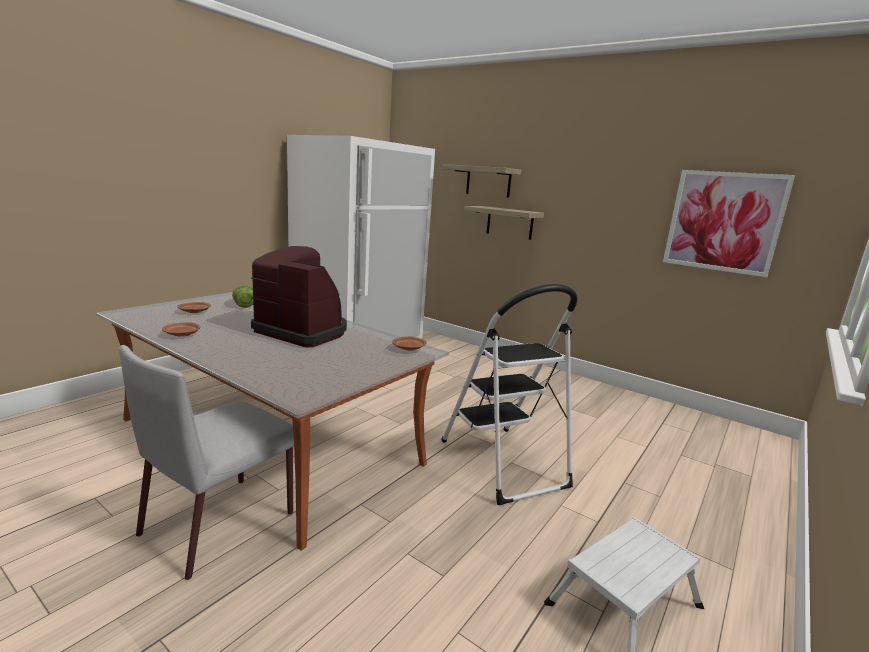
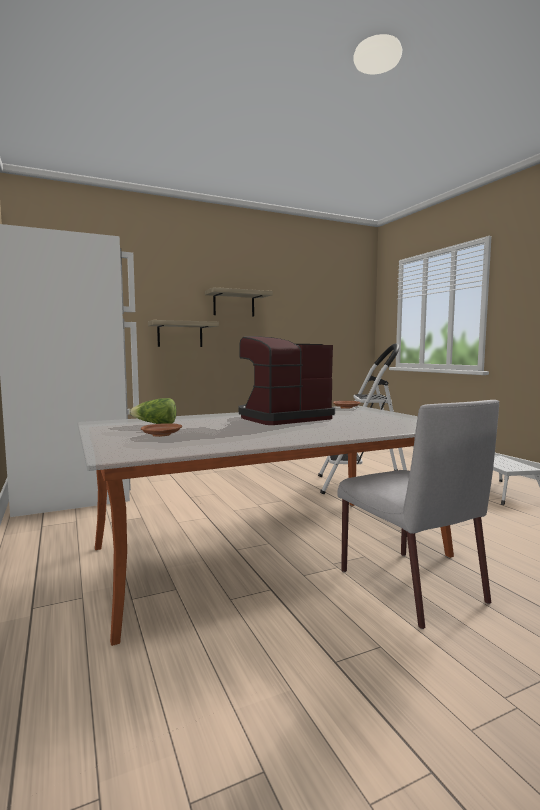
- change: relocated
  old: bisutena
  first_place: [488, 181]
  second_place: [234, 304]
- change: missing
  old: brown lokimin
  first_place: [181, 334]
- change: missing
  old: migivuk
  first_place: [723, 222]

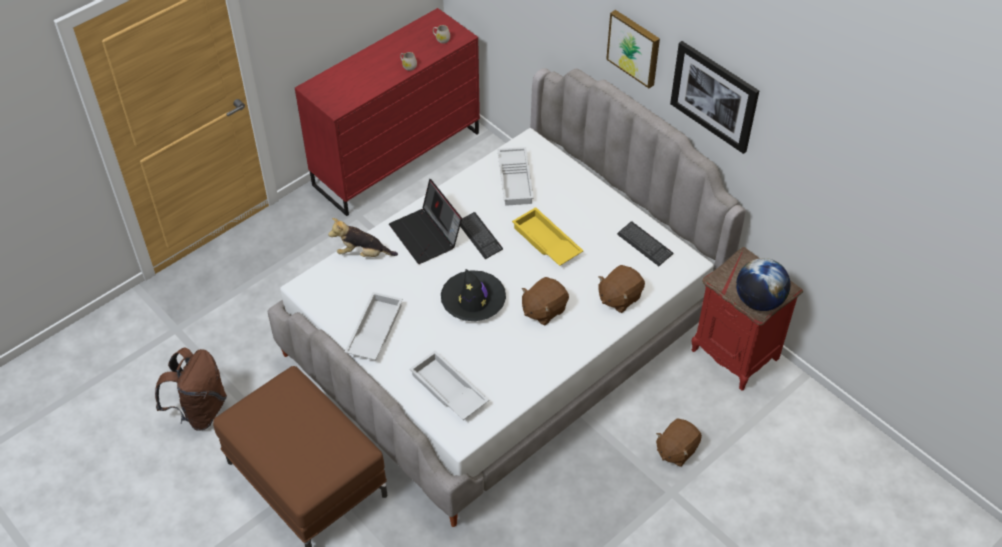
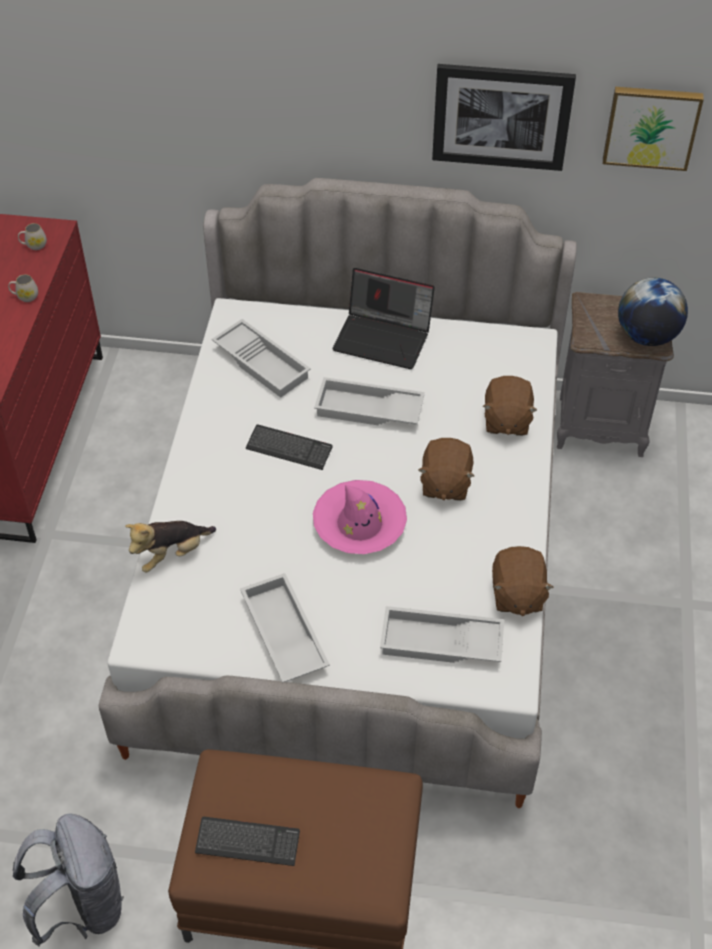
- change: colour
  old: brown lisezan
  new: grey lisezan
  first_place: [200, 411]
  second_place: [82, 905]
- change: relocated
  old: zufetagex
  first_place: [644, 244]
  second_place: [248, 842]
- change: colour
  old: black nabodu
  new: pink nabodu
  first_place: [473, 301]
  second_place: [359, 524]
- change: colour
  old: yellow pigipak
  new: white pigipak
  first_place: [545, 242]
  second_place: [368, 410]
- change: relocated
  old: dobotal
  first_place: [426, 235]
  second_place: [384, 338]
- change: relocated
  old: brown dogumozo
  first_place: [676, 450]
  second_place: [517, 594]
- change: colour
  old: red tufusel
  new: grey tufusel
  first_place: [734, 355]
  second_place: [601, 427]
- change: relocated
  old: migivuk
  first_place: [634, 47]
  second_place: [651, 126]

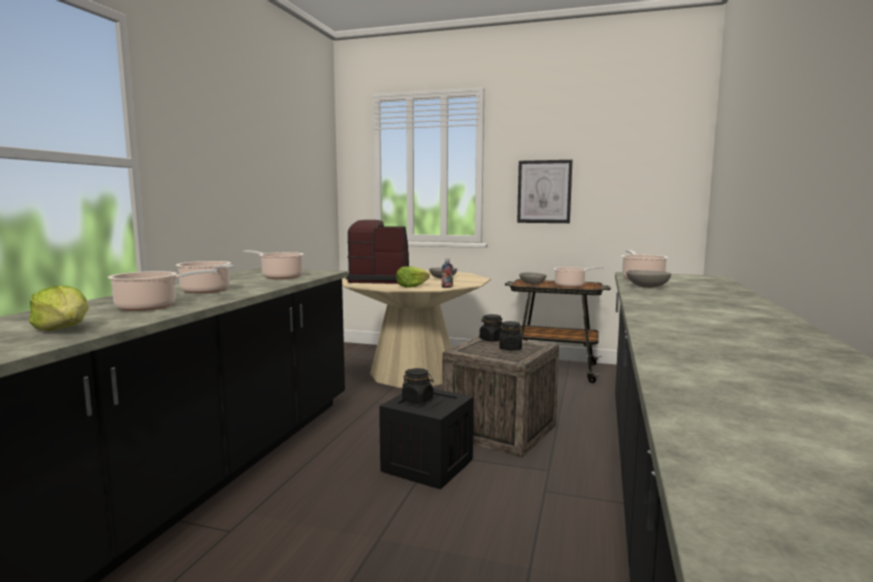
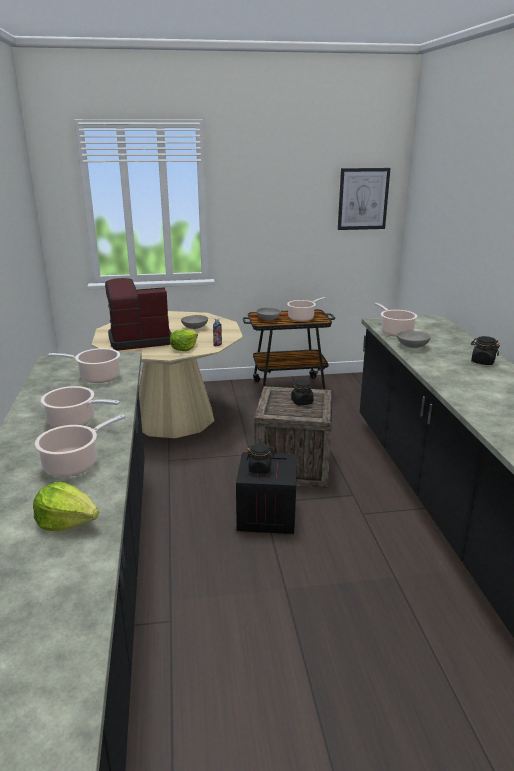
- change: relocated
  old: migivuk
  first_place: [544, 191]
  second_place: [363, 199]
- change: relocated
  old: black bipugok
  first_place: [491, 339]
  second_place: [482, 362]

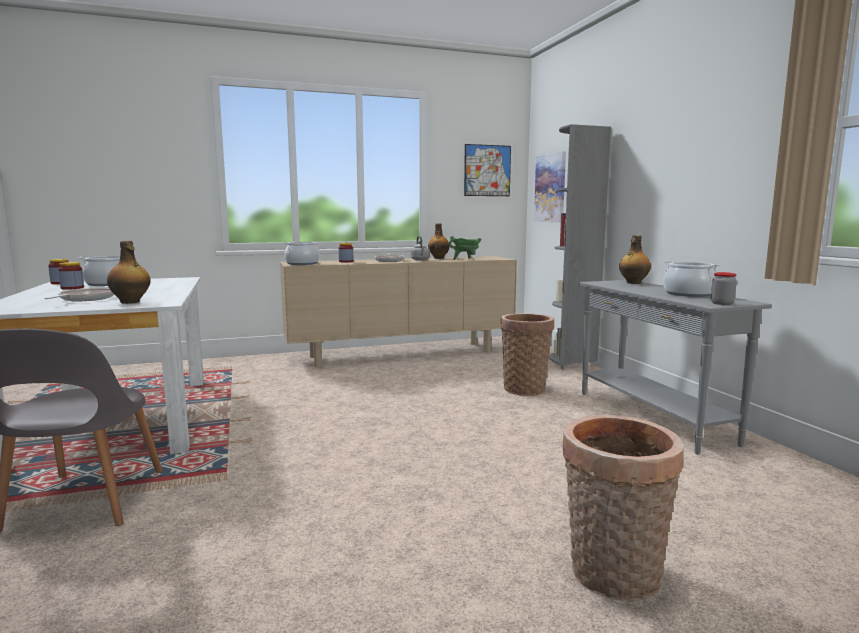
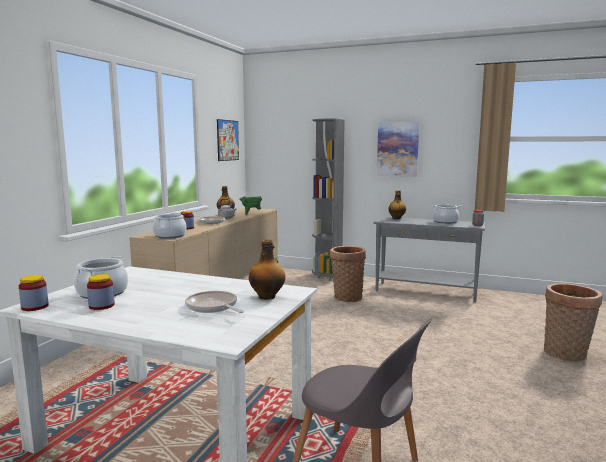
- change: relocated
  old: migivuk
  first_place: [550, 188]
  second_place: [397, 149]

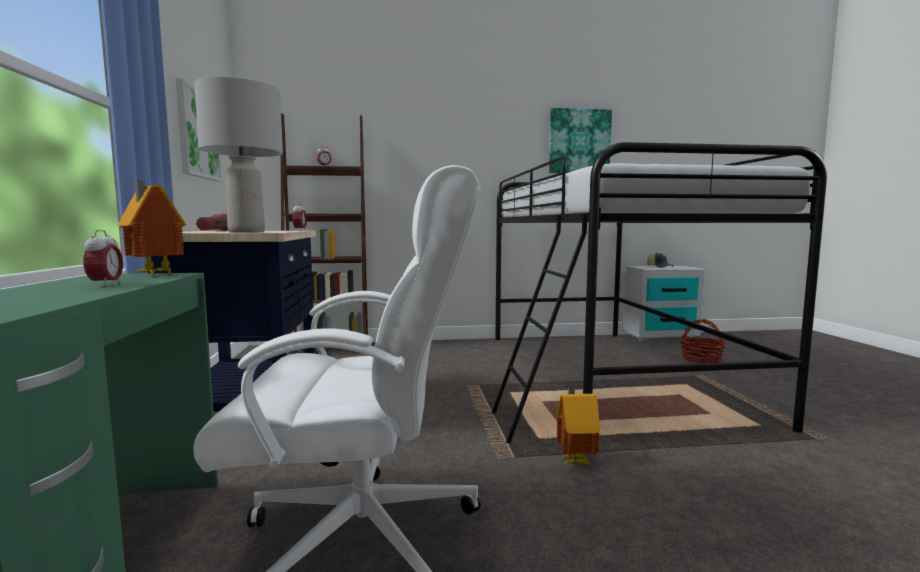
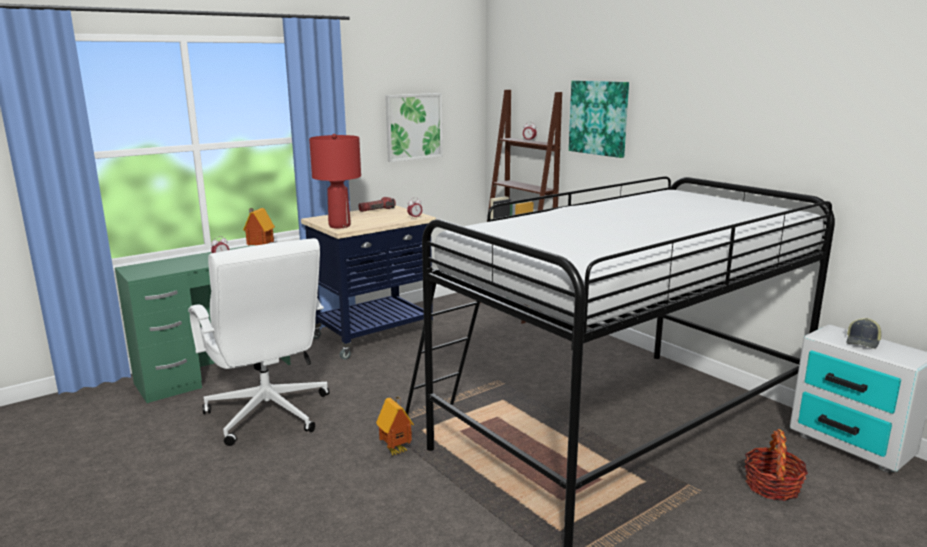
- change: colour
  old: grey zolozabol
  new: red zolozabol
  first_place: [246, 232]
  second_place: [339, 226]
- change: relocated
  old: migivuk
  first_place: [579, 141]
  second_place: [599, 118]

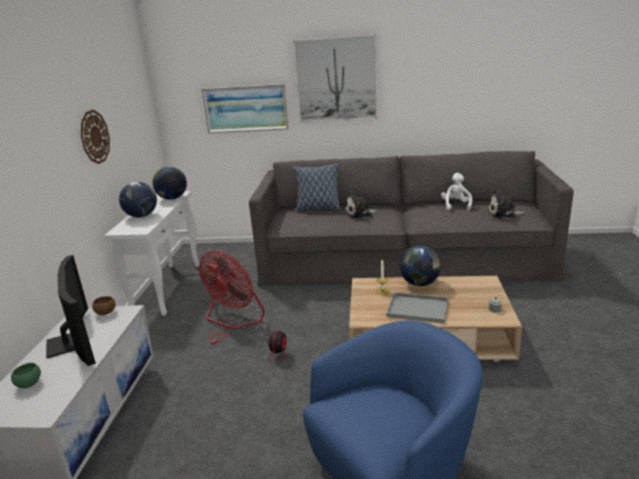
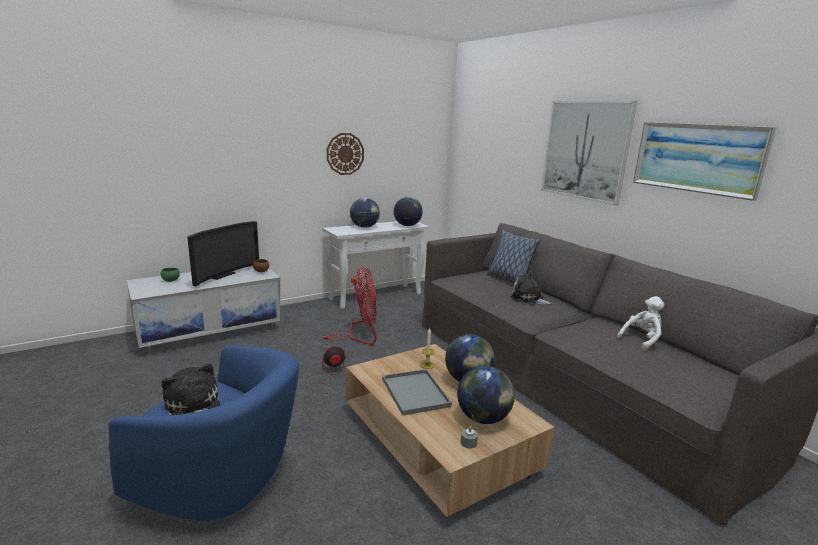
- change: relocated
  old: dogumozo
  first_place: [503, 214]
  second_place: [193, 407]
- change: appeared
  new: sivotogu
  second_place: [483, 418]
- change: relocated
  old: migivuk
  first_place: [246, 108]
  second_place: [697, 158]

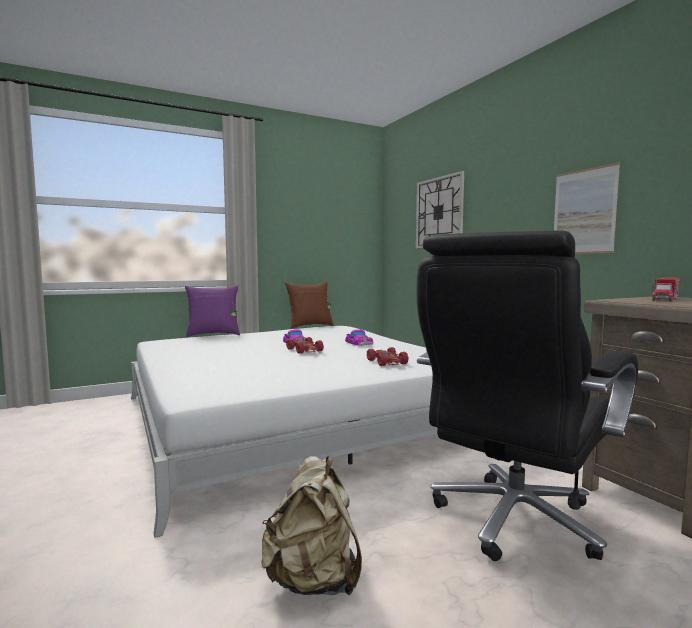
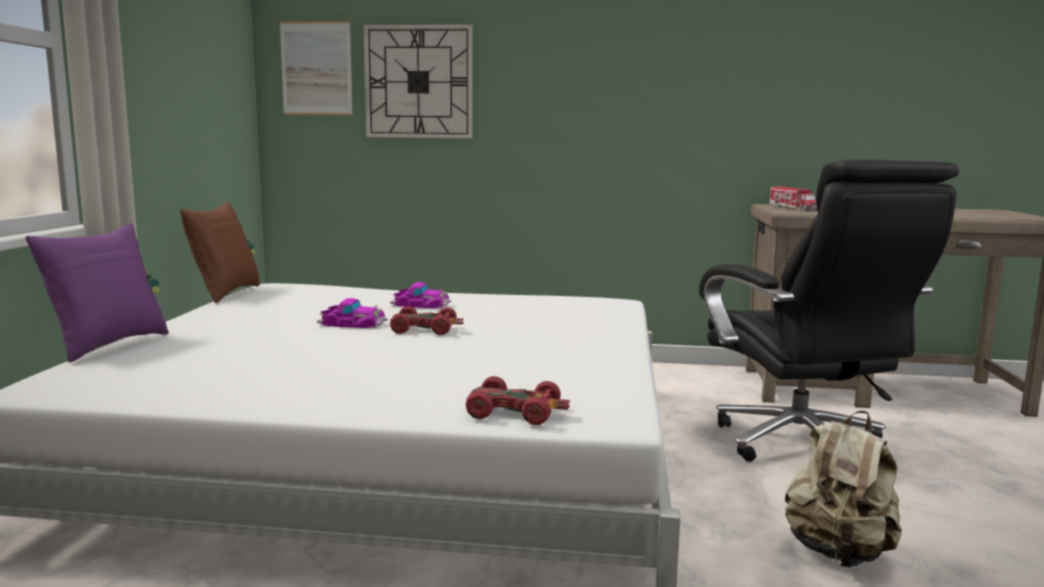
- change: relocated
  old: migivuk
  first_place: [584, 211]
  second_place: [316, 68]
- change: relocated
  old: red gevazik
  first_place: [387, 362]
  second_place: [516, 412]

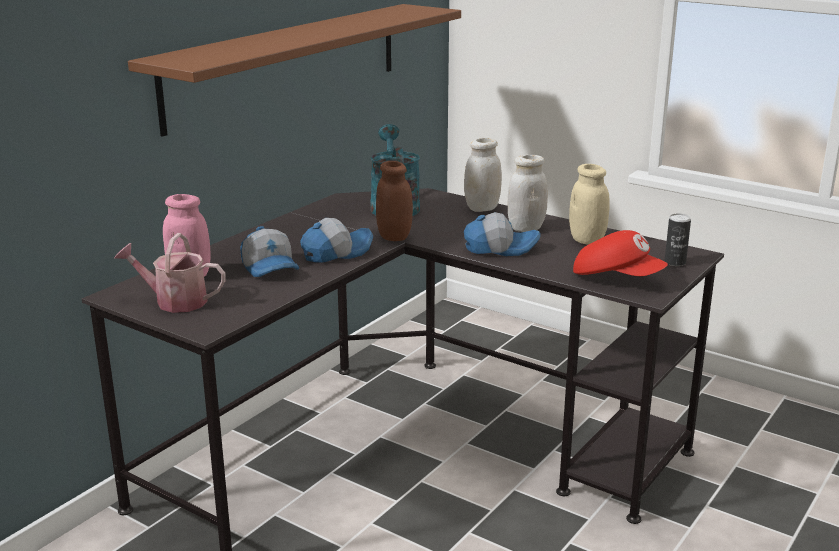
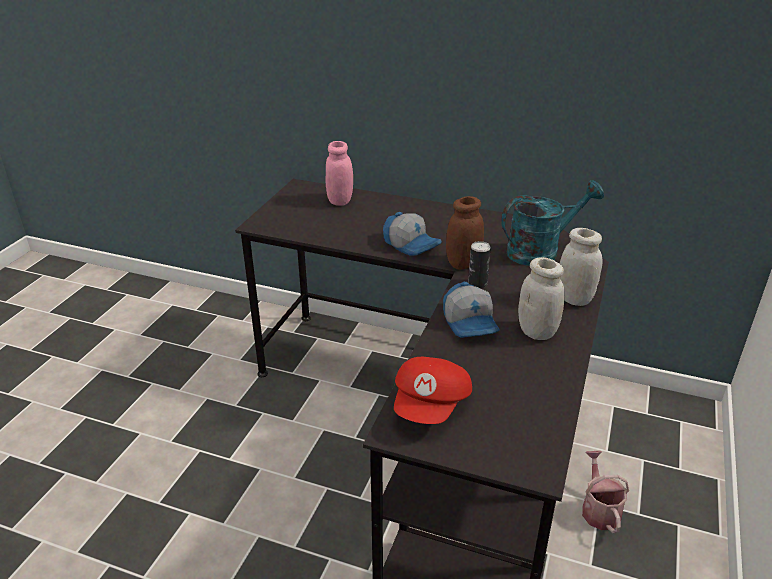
- change: relocated
  old: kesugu
  first_place: [675, 262]
  second_place: [477, 283]
- change: relocated
  old: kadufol
  first_place: [174, 301]
  second_place: [599, 509]
- change: missing
  old: brown bisutena
  first_place: [287, 64]
- change: missing
  old: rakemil
  first_place: [271, 267]
- change: missing
  old: beige bipugok
  first_place: [587, 240]

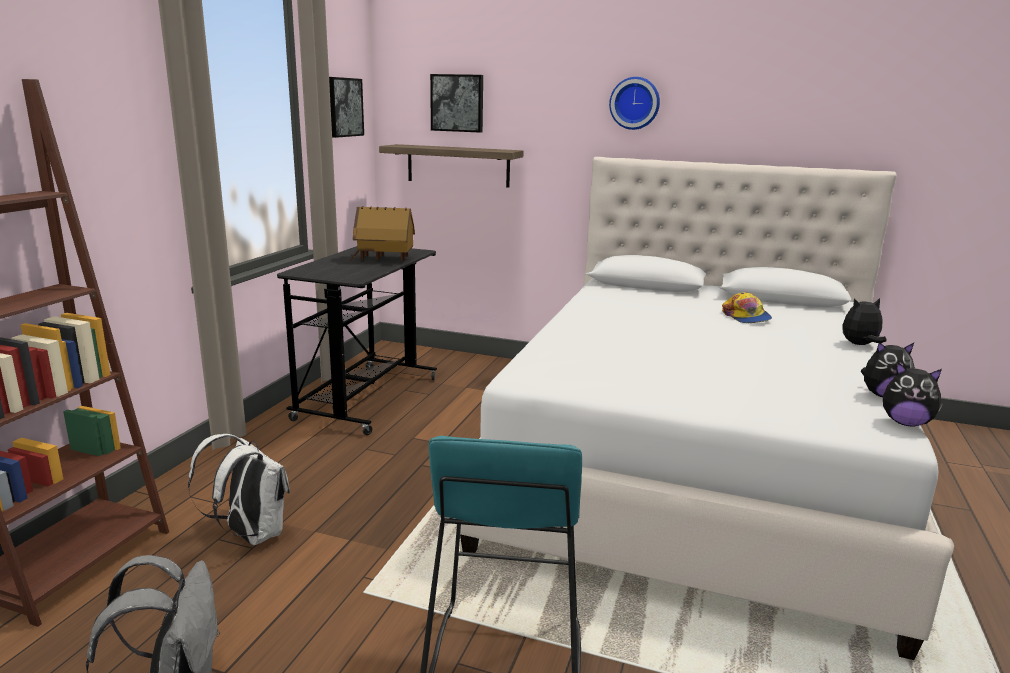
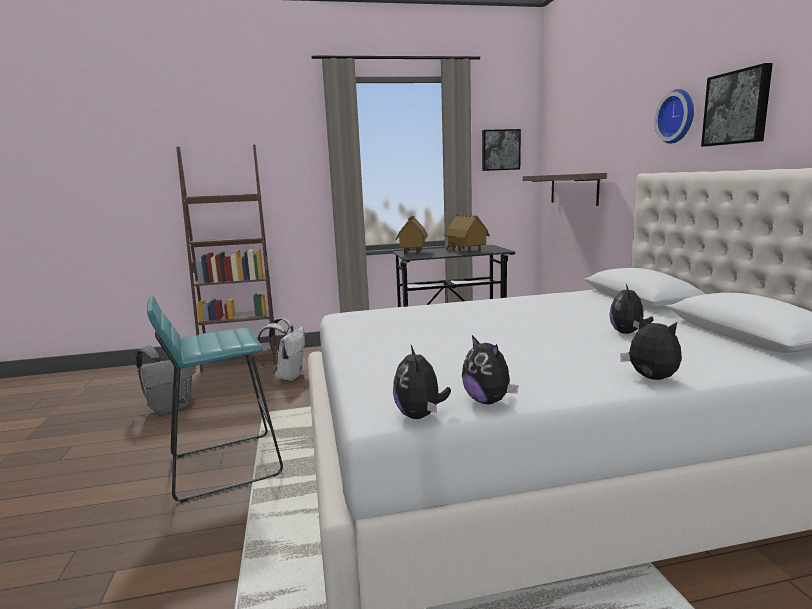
- change: appeared
  new: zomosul
  second_place: [412, 253]
- change: exchanged
  old: rakemil
  new: dogumozo
  first_place: [746, 317]
  second_place: [627, 333]
- change: relocated
  old: migivuk
  first_place: [457, 103]
  second_place: [737, 108]

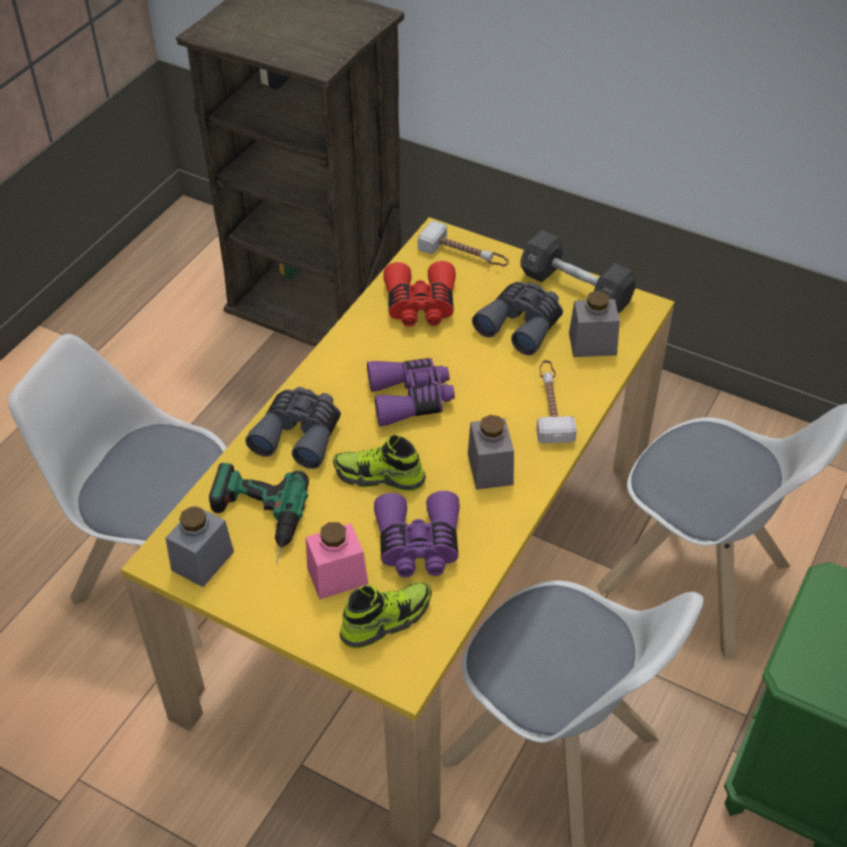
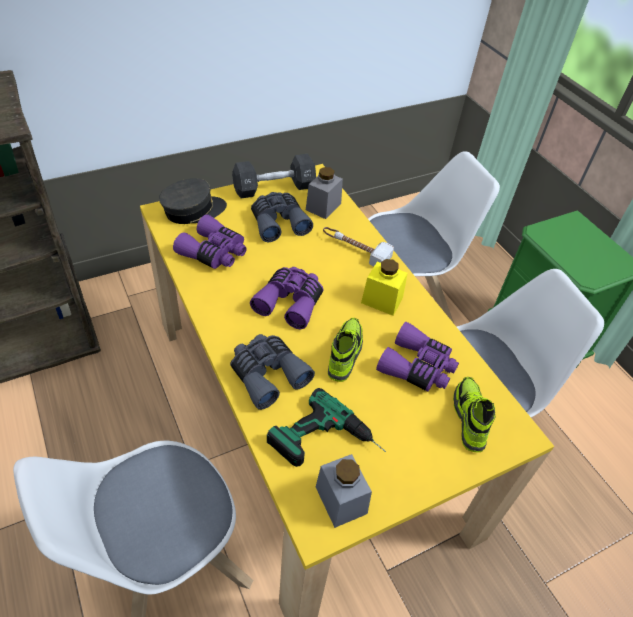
- change: exchanged
  old: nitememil
  new: grey rakemil
  first_place: [464, 255]
  second_place: [193, 210]
- change: colour
  old: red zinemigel
  new: purple zinemigel
  first_place: [420, 306]
  second_place: [214, 252]
- change: spun
  old: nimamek
  first_place: [379, 477]
  second_place: [344, 354]
  degrees: 150
- change: colour
  old: grey bipugok
  new: yellow bipugok
  first_place: [490, 469]
  second_place: [382, 300]
- change: missing
  old: pink bipugok
  first_place: [337, 576]

